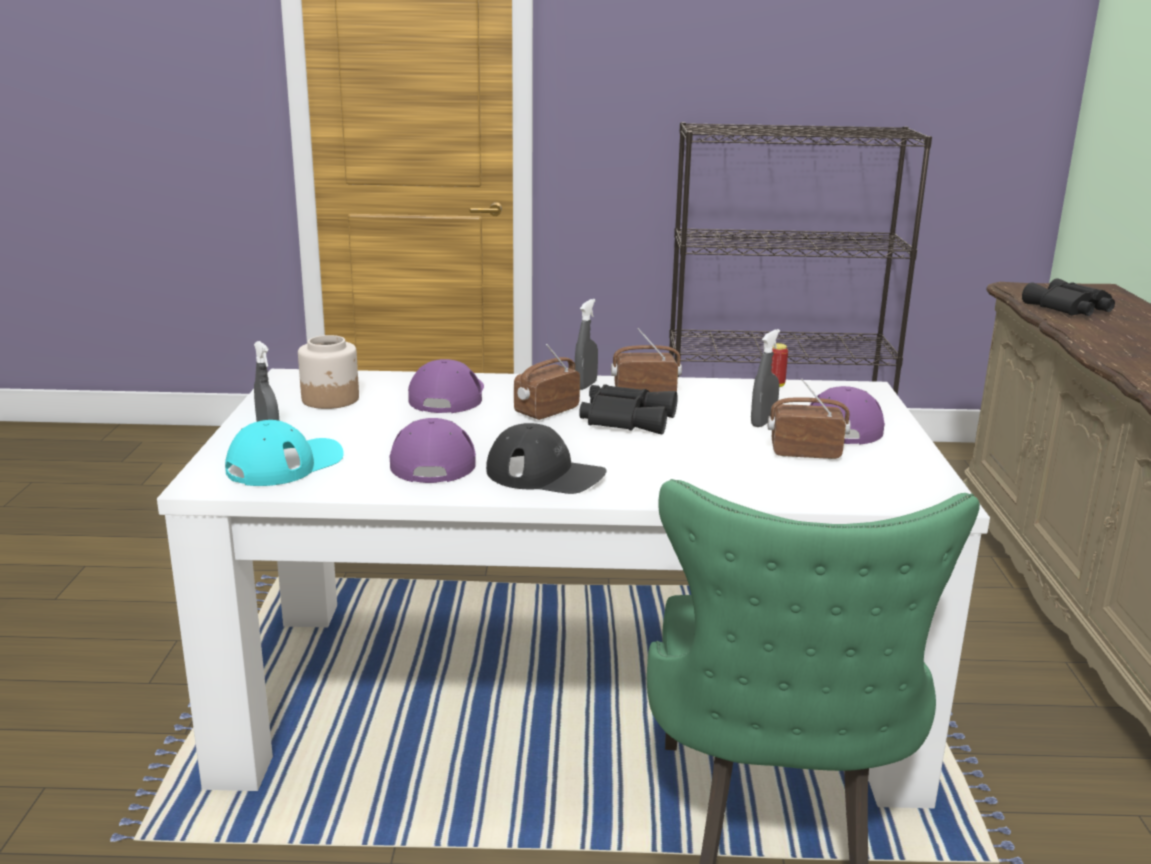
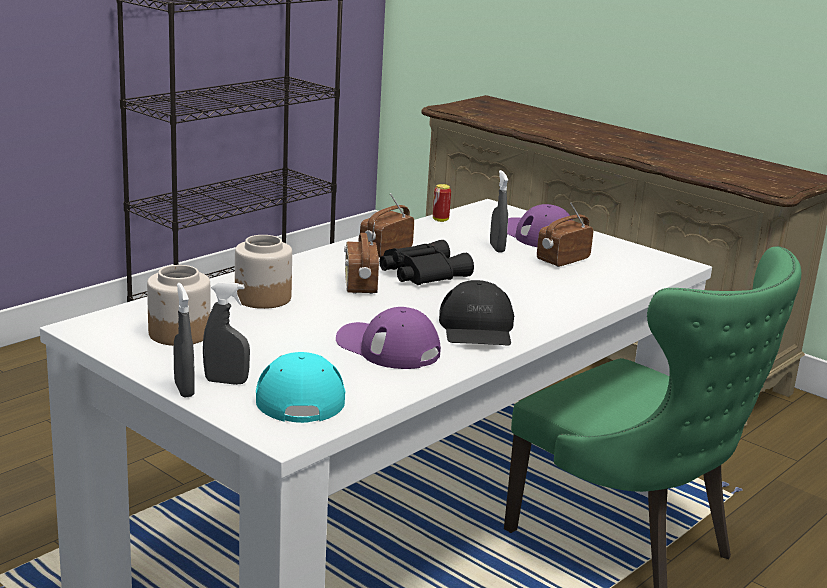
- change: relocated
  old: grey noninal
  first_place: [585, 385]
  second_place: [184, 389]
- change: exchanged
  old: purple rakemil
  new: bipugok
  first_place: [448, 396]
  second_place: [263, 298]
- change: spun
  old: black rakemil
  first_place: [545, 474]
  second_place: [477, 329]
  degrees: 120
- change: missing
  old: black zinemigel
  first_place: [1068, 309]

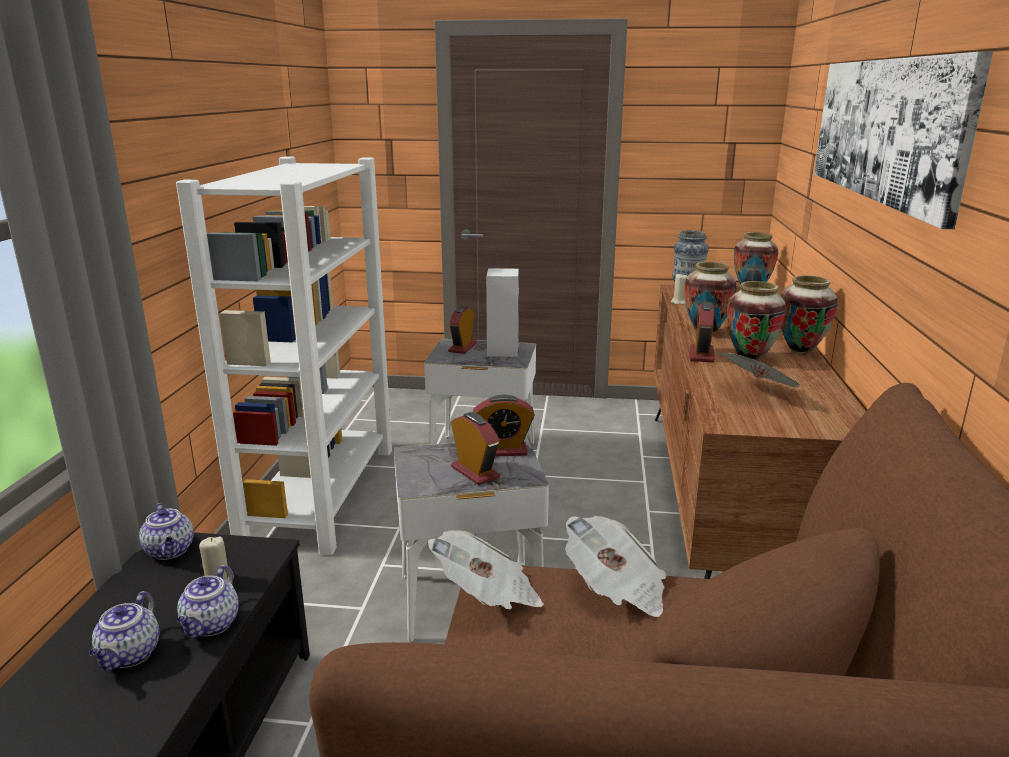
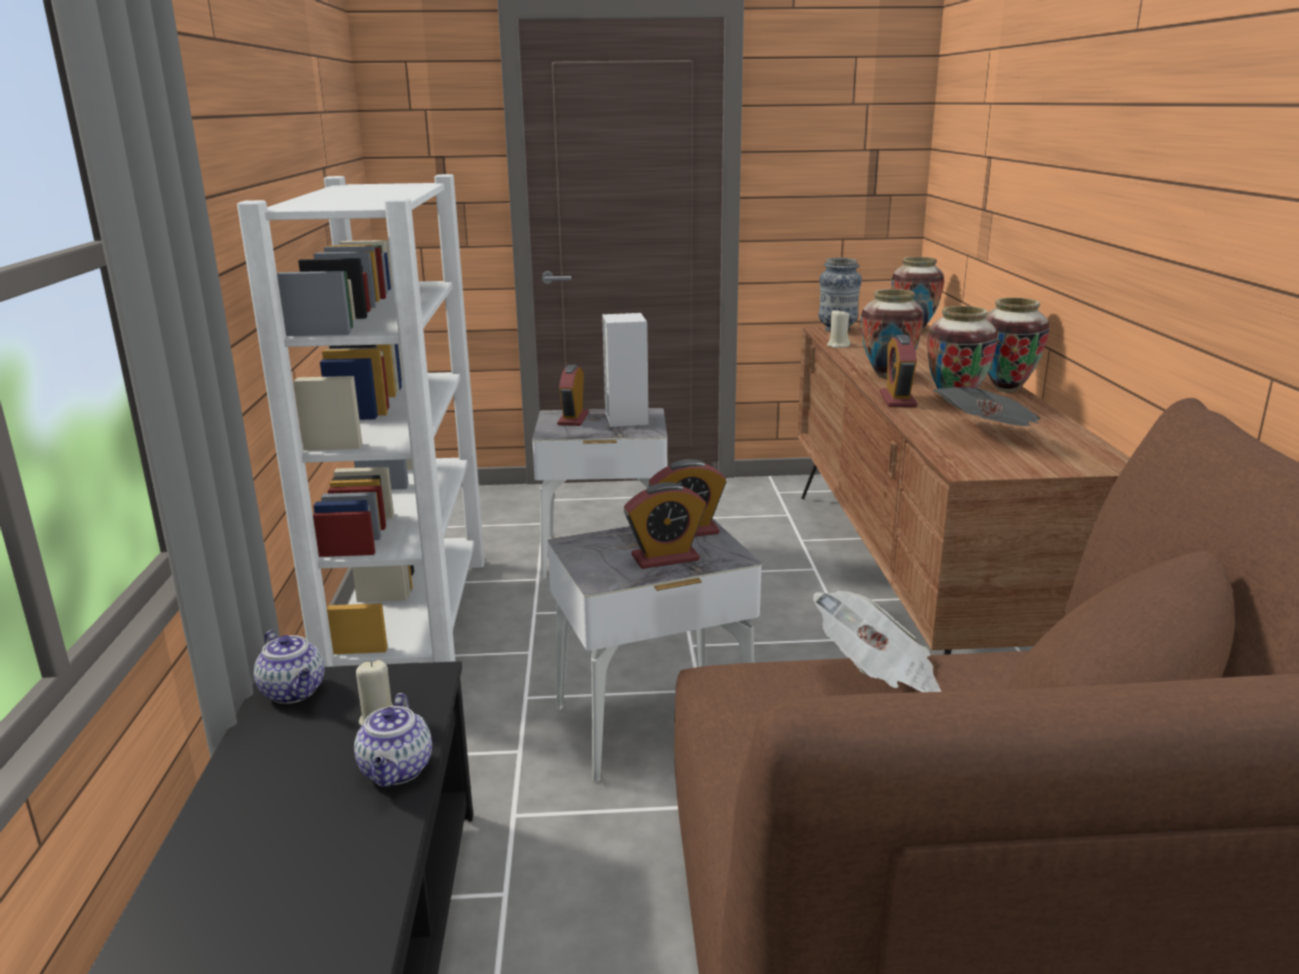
- change: spun
  old: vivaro
  first_place: [475, 472]
  second_place: [665, 558]
  degrees: 120
- change: missing
  old: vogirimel
  first_place: [130, 655]
- change: missing
  old: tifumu
  first_place: [487, 595]
- change: missing
  old: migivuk
  first_place: [885, 129]

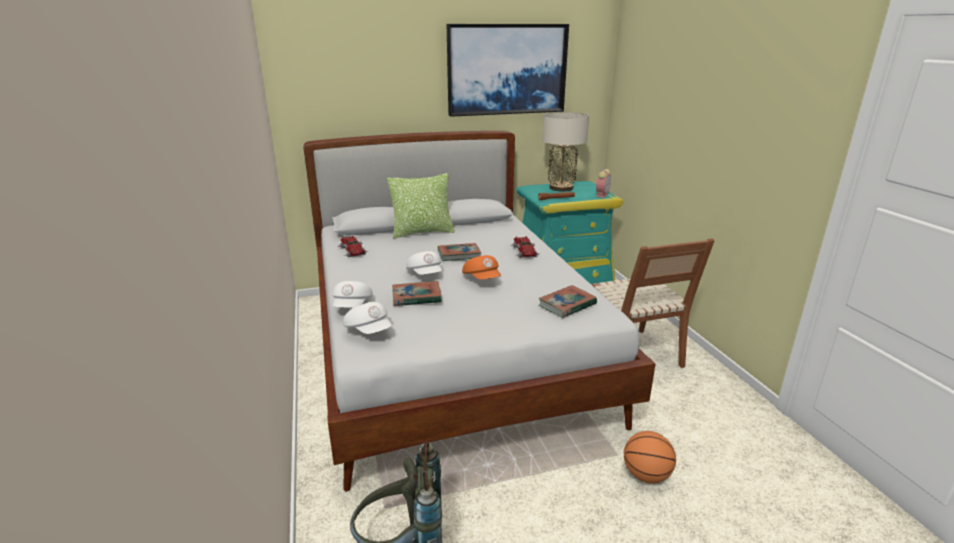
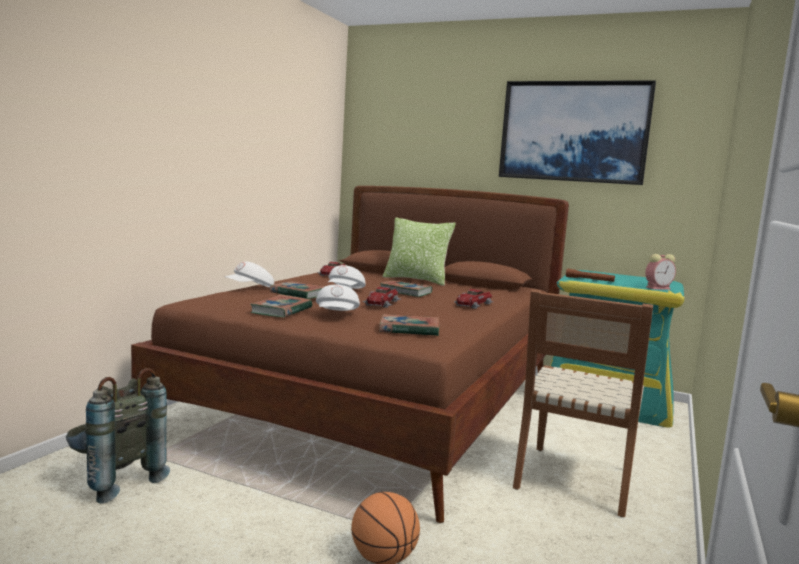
- change: colour
  old: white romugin
  new: brown romugin
  first_place: [451, 352]
  second_place: [381, 404]
- change: appeared
  new: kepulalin
  second_place: [281, 310]
- change: relocated
  old: white rakemil
  first_place: [369, 330]
  second_place: [337, 315]
- change: exchanged
  old: orange rakemil
  new: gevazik
  first_place: [482, 279]
  second_place: [382, 303]
- change: missing
  old: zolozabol
  first_place: [561, 188]

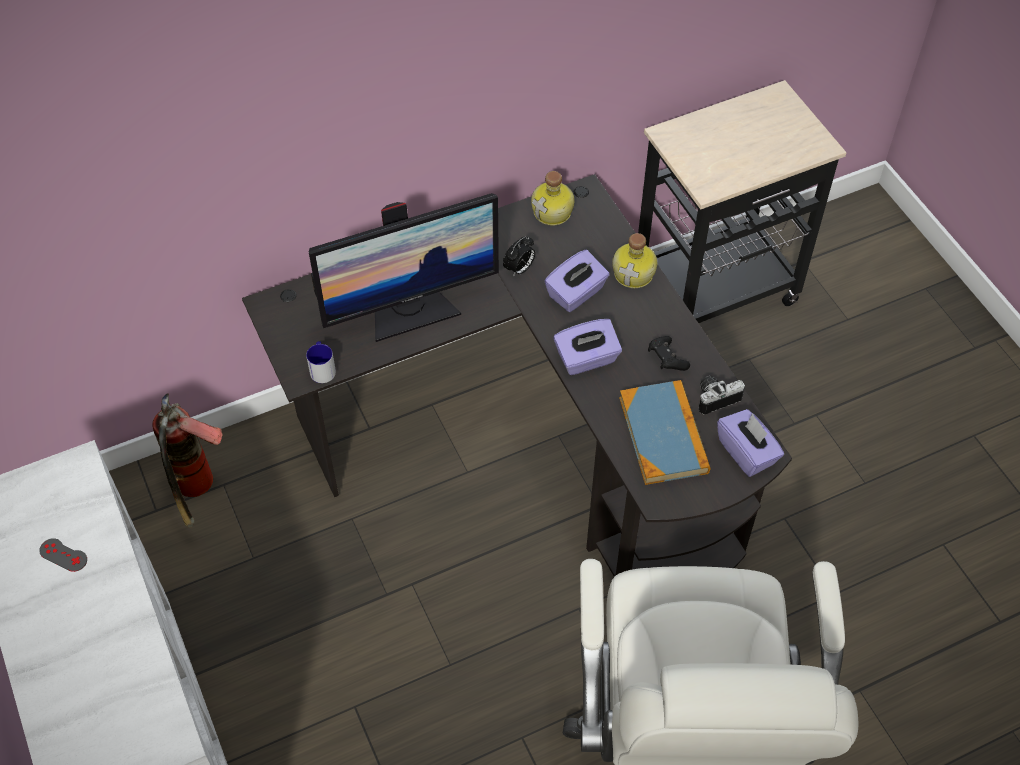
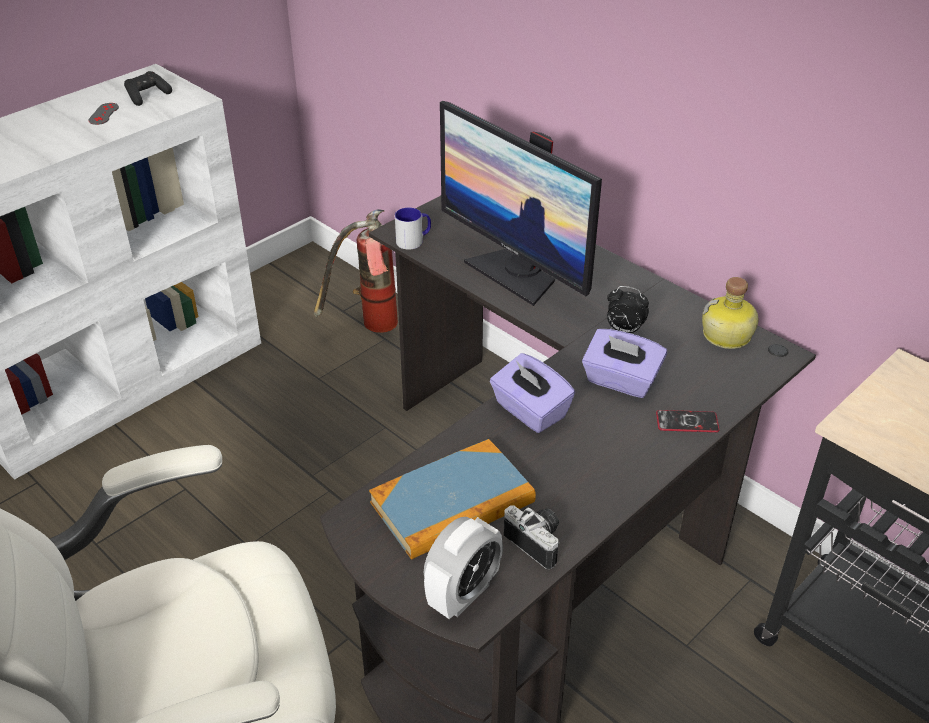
- change: relocated
  old: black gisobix
  first_place: [666, 359]
  second_place: [147, 96]
- change: exchanged
  old: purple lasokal
  new: vivaro
  first_place: [747, 452]
  second_place: [463, 594]
- change: exchanged
  old: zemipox
  new: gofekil
  first_place: [634, 274]
  second_place: [687, 422]

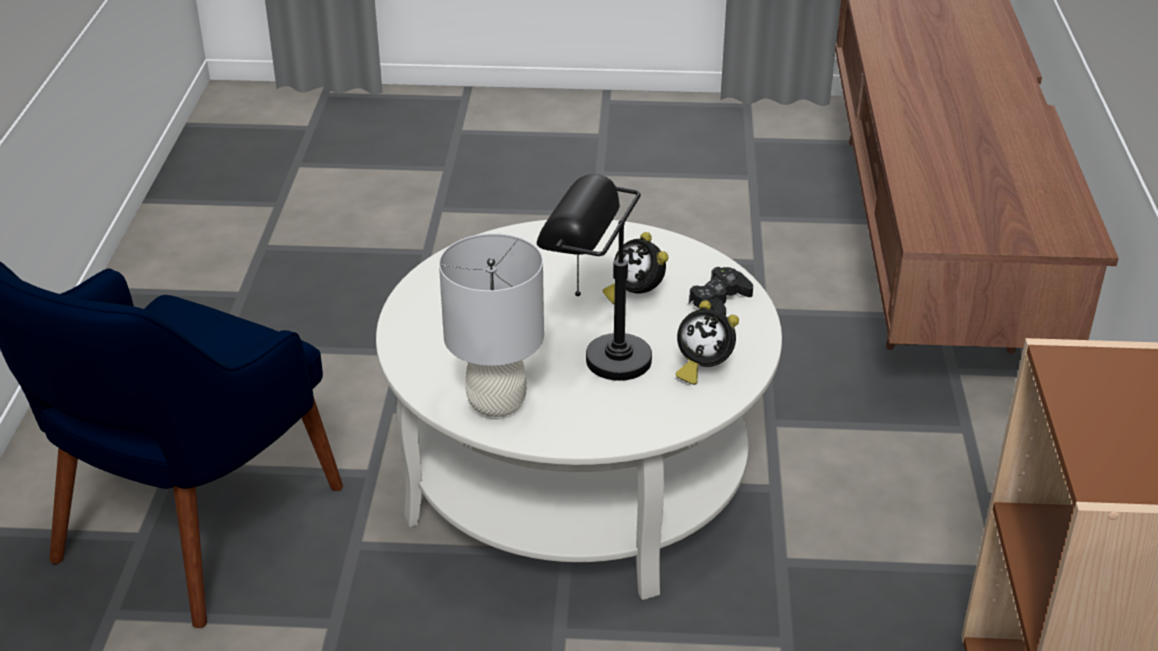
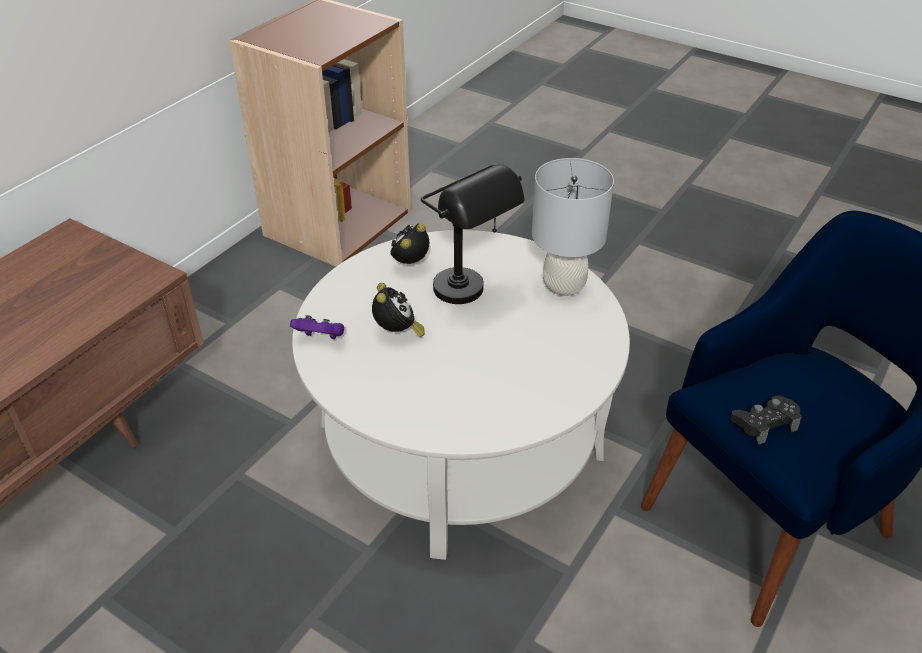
- change: appeared
  new: purple gisobix
  second_place: [321, 338]
- change: spun
  old: vivaro
  first_place: [702, 368]
  second_place: [410, 264]
  degrees: -105
- change: relocated
  old: black gisobix
  first_place: [719, 301]
  second_place: [764, 423]

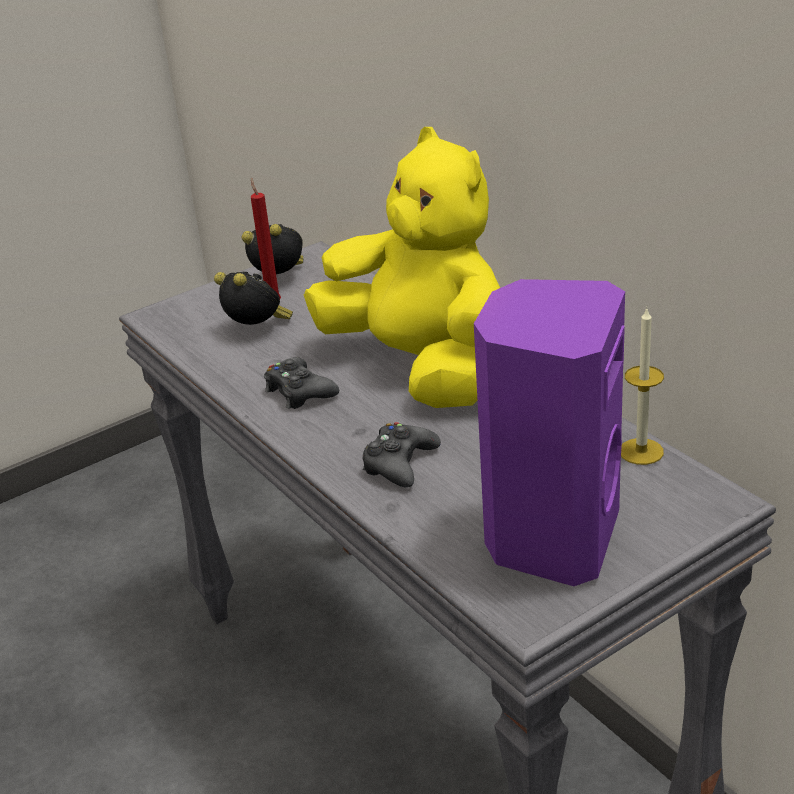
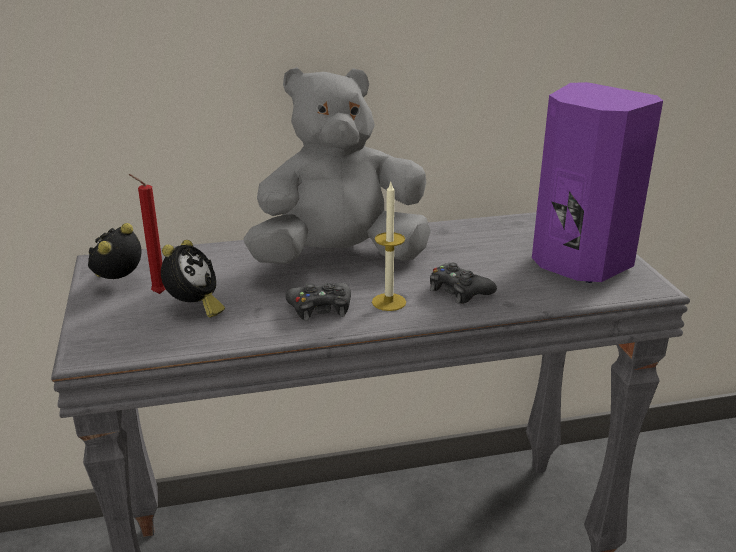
- change: spun
  old: vivaro
  first_place: [257, 330]
  second_place: [194, 308]
  degrees: 135
- change: colour
  old: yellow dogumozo
  new: grey dogumozo
  first_place: [422, 367]
  second_place: [340, 258]
- change: relocated
  old: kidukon
  first_place: [641, 451]
  second_place: [389, 302]

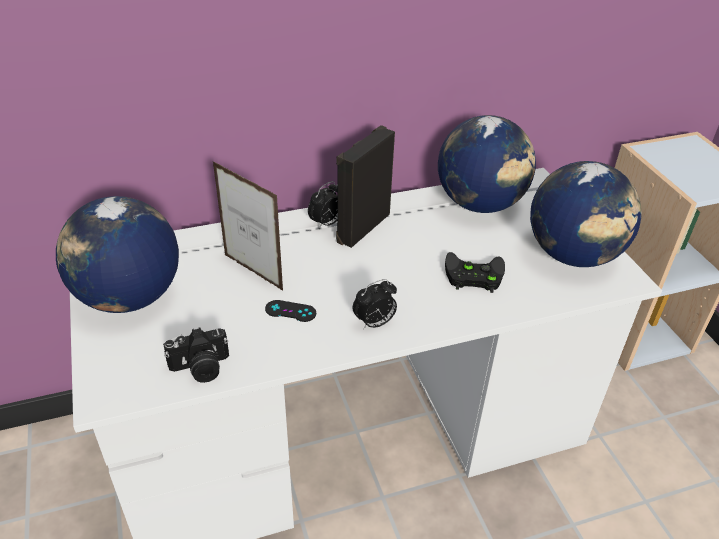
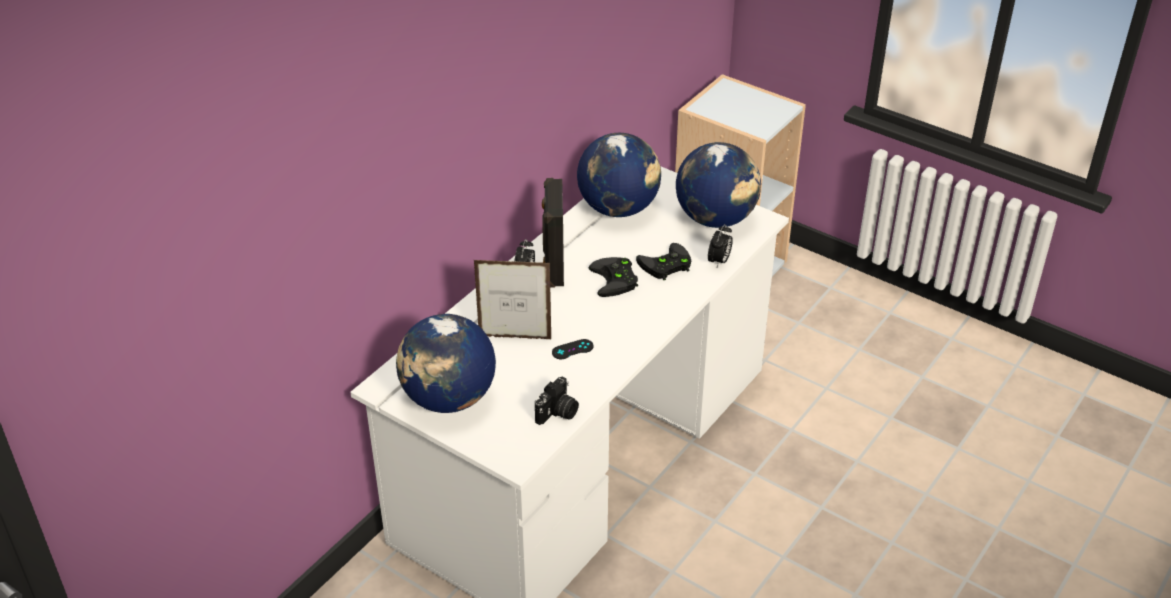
- change: appeared
  new: black gisobix
  second_place: [616, 280]
- change: relocated
  old: vivaro
  first_place: [374, 323]
  second_place: [719, 261]

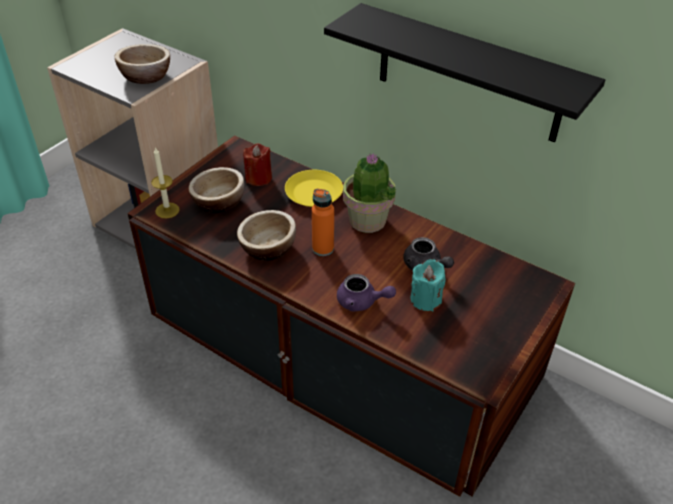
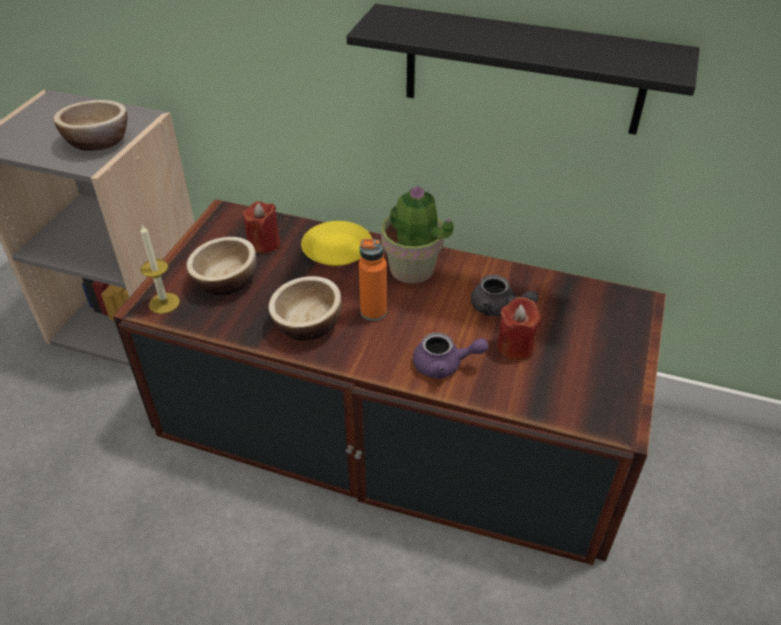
- change: colour
  old: turquoise kidukon
  new: red kidukon
  first_place: [426, 299]
  second_place: [515, 346]

